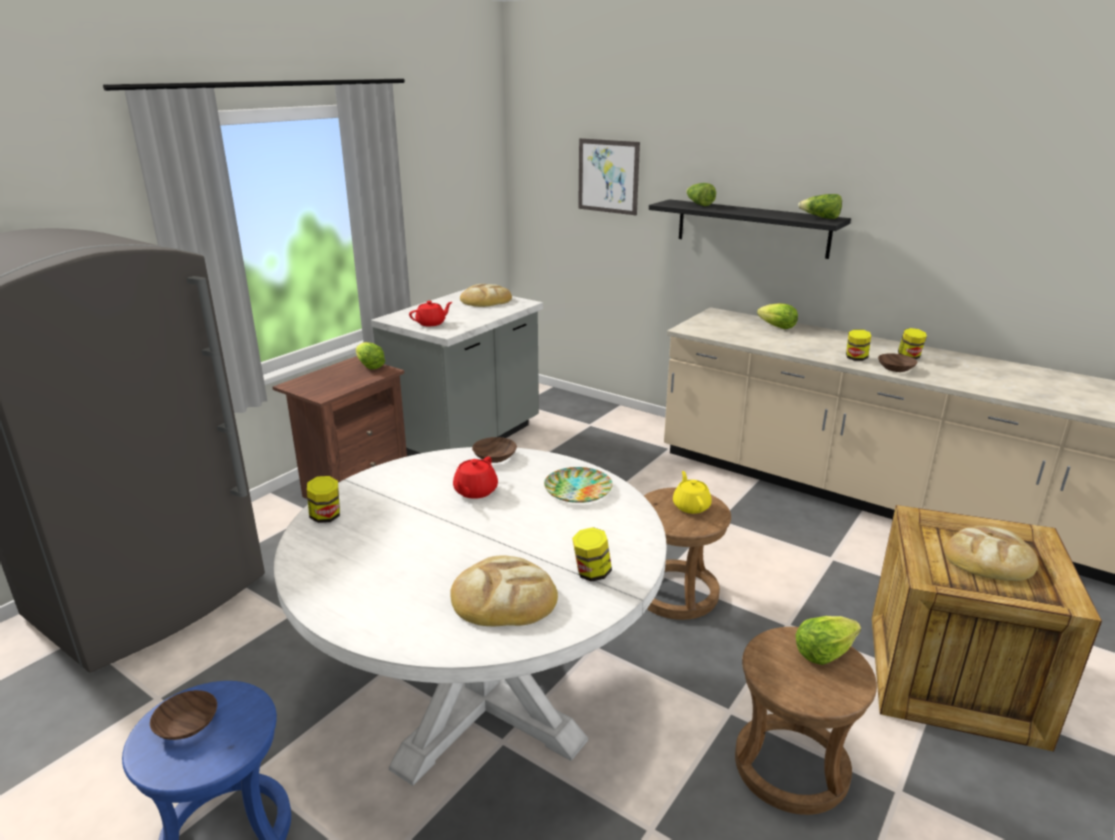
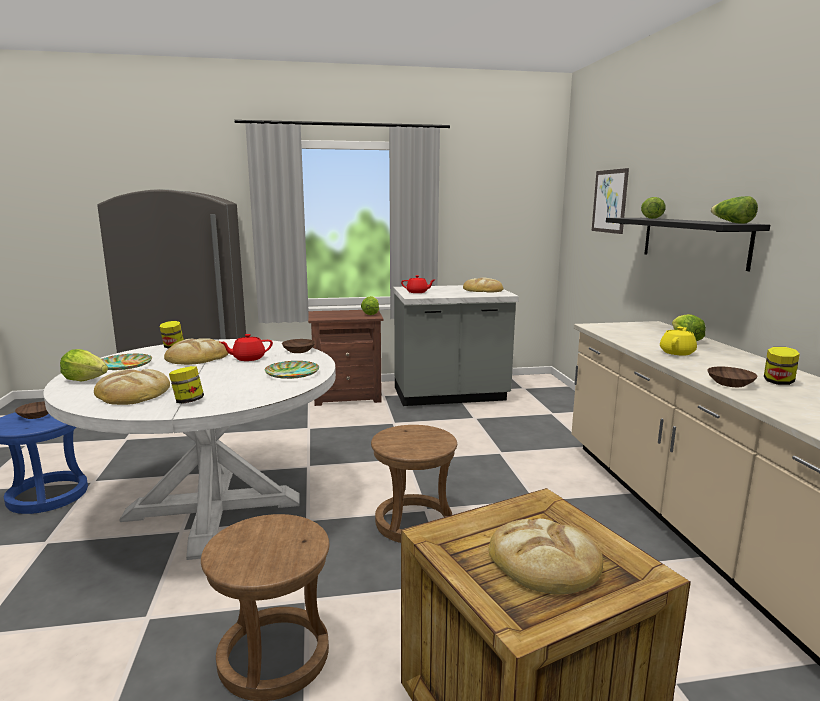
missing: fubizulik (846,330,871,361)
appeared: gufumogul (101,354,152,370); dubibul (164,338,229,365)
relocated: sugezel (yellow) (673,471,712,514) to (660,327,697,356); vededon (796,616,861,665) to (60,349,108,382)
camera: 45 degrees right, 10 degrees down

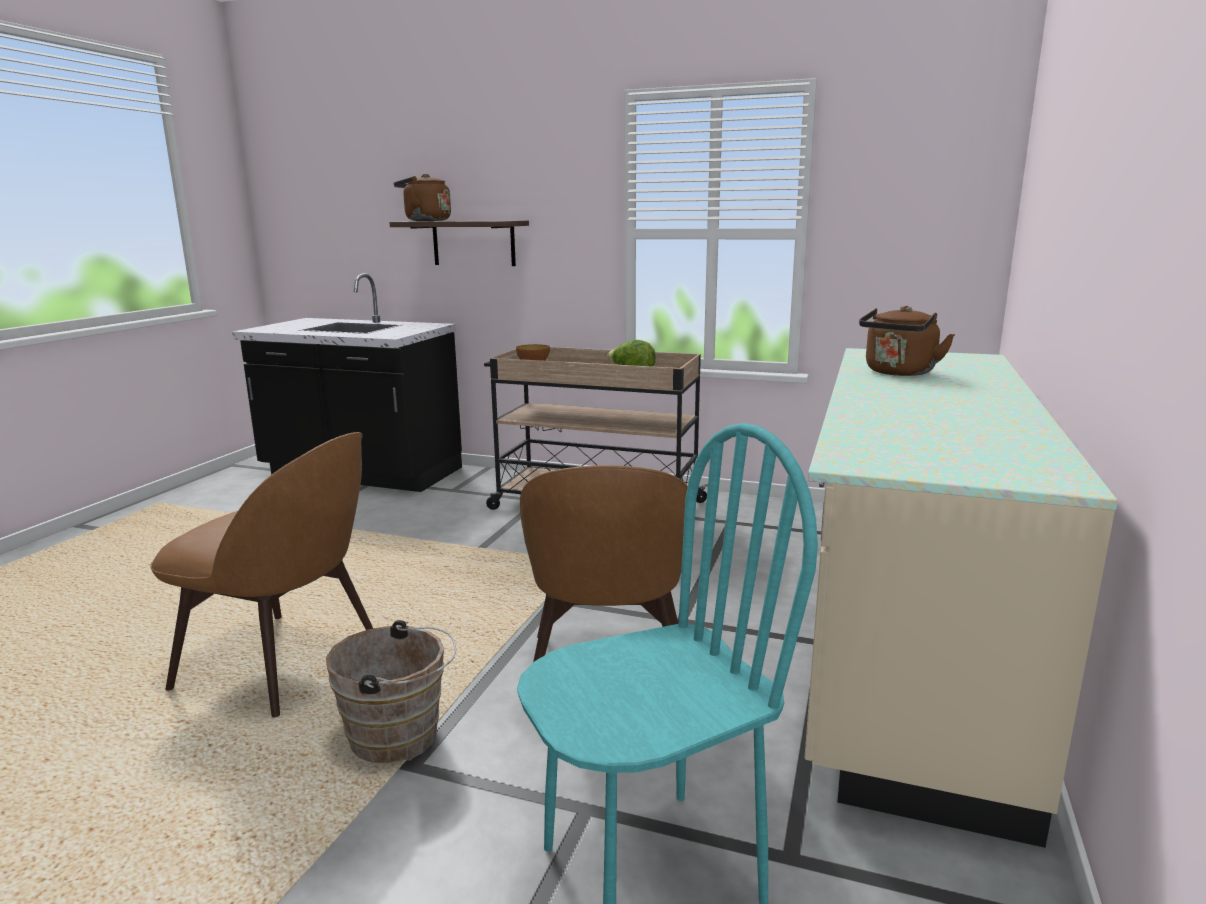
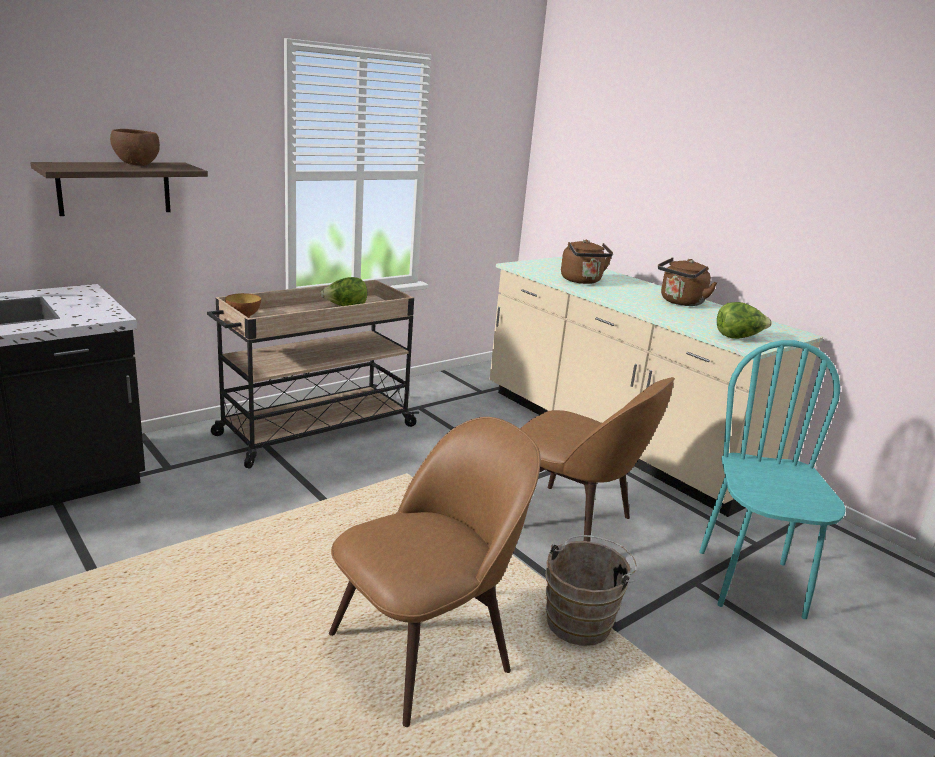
appeared: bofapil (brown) (110,129,160,166); vededon (717,302,772,339)
relocated: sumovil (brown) (394,174,451,221) to (658,258,717,306)
camera: 60 degrees left, 5 degrees up

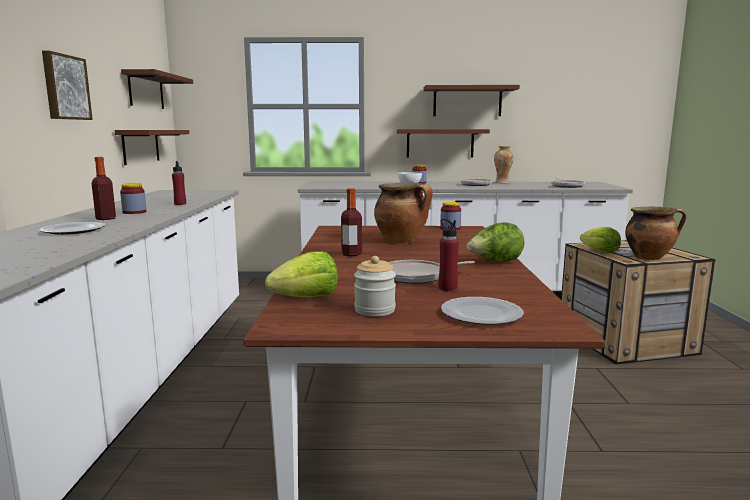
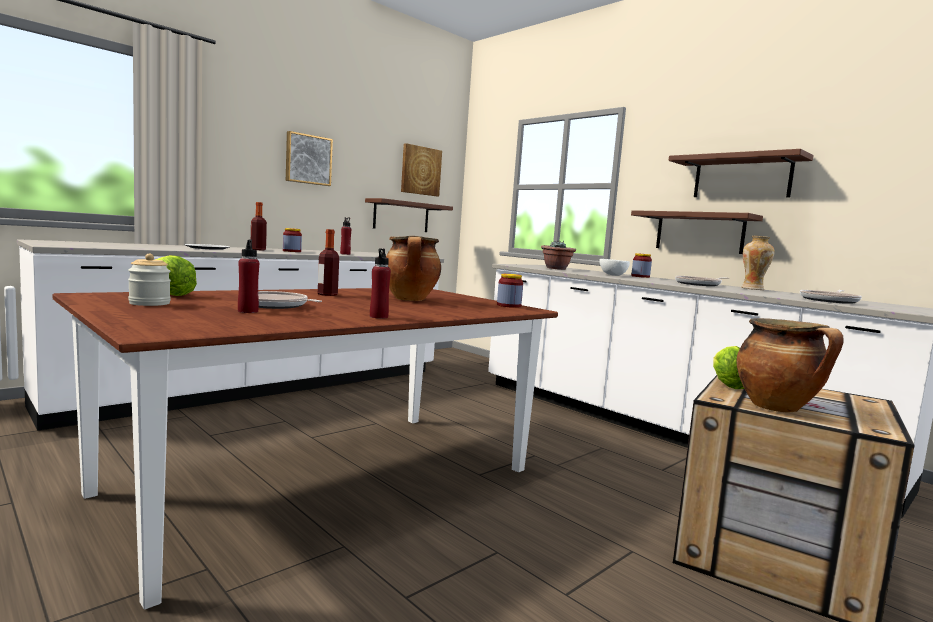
missing: gufumogul (441,297,524,325)
appeared: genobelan (541,240,576,270)
exchanged: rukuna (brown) (121,69,193,109) to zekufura (401,143,442,196); vededon (467,222,525,262) to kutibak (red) (370,248,391,319)
camera: 45 degrees right, 5 degrees down

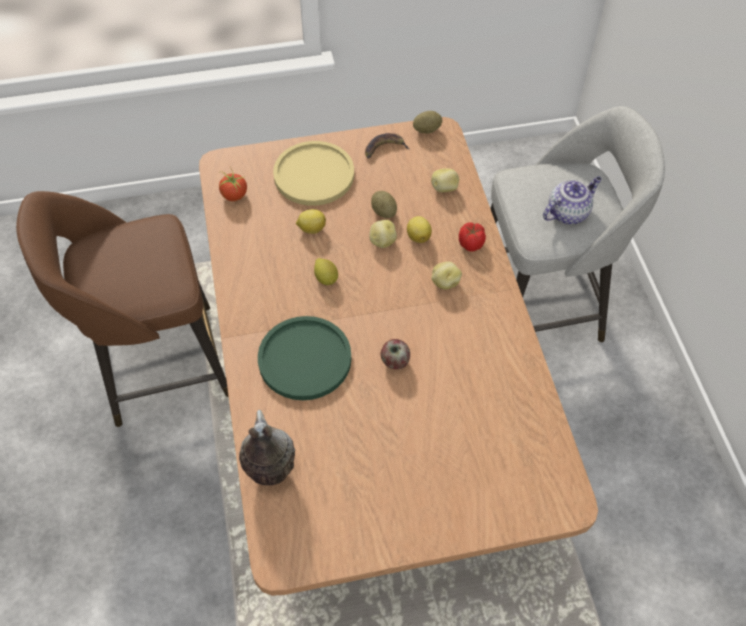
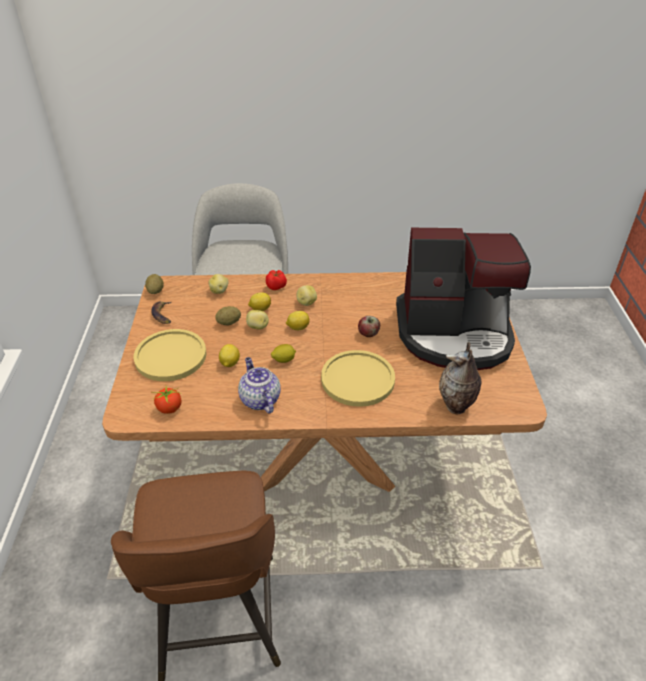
appeared: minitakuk (286,311,309,330); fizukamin (396,228,531,370)
relocated: sugezel (543,177,602,225) to (238,357,281,414)
colour: gufumogul (green) (258,316,351,400) to gufumogul (yellow) (321,350,395,407)
camera: 80 degrees left, 15 degrees down

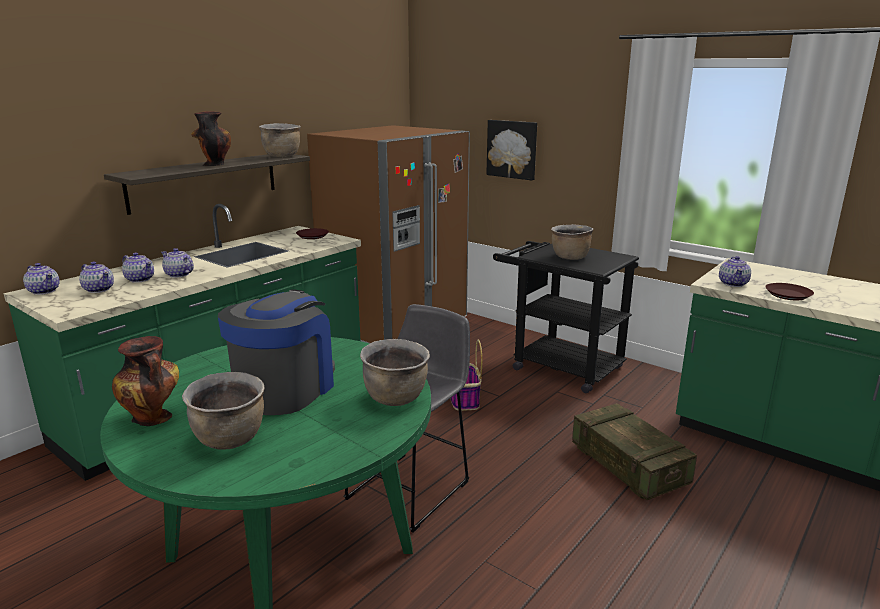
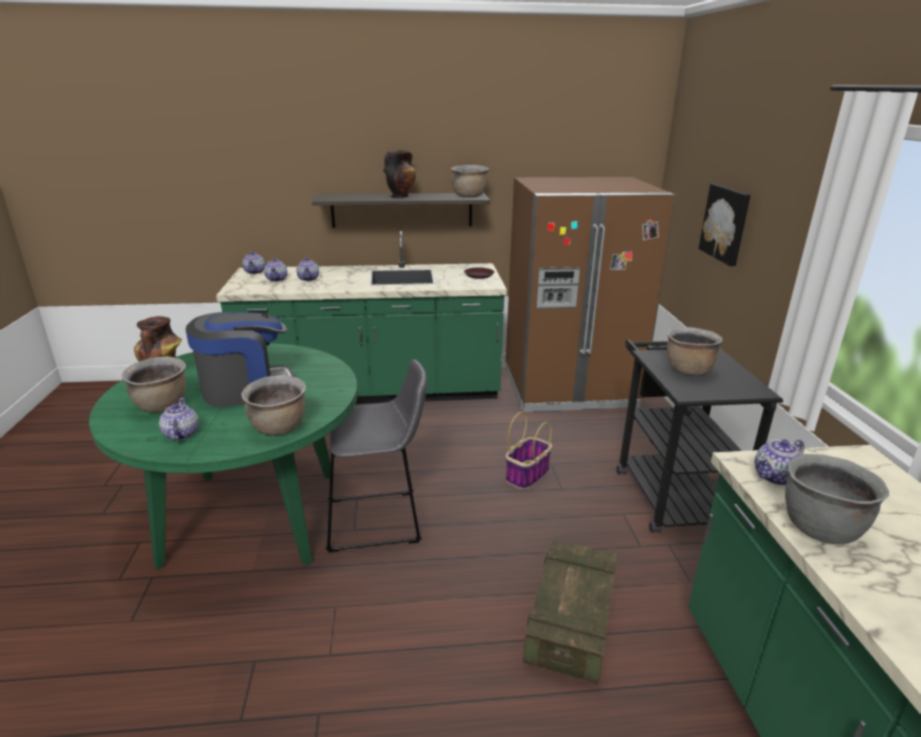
relocated: sugezel (161,248,194,278) to (159,398,199,441)
exchanged: gufumogul (brown) (765,283,814,300) to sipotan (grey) (785,454,889,544)
camera: 45 degrees right, 5 degrees up

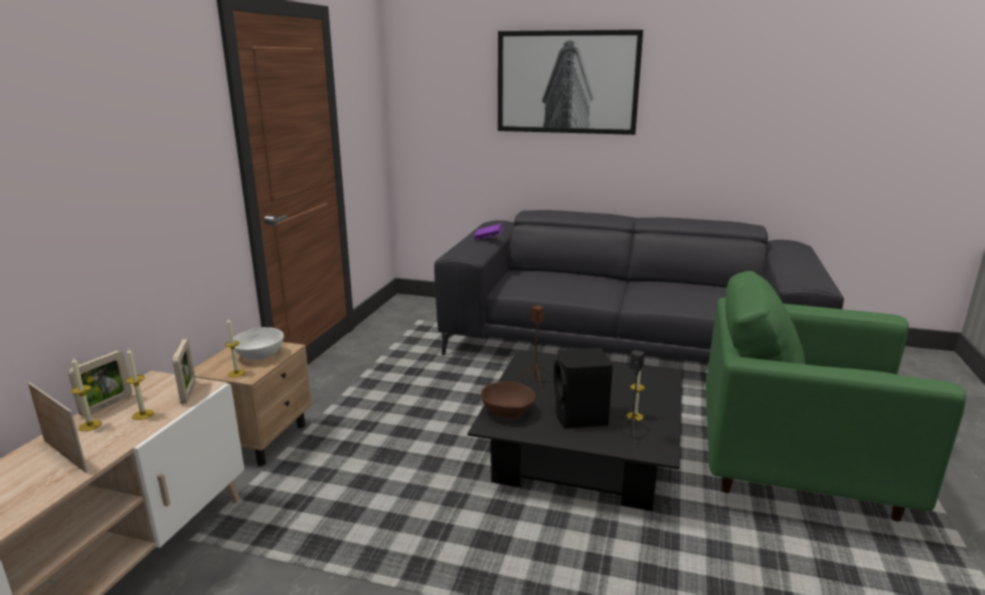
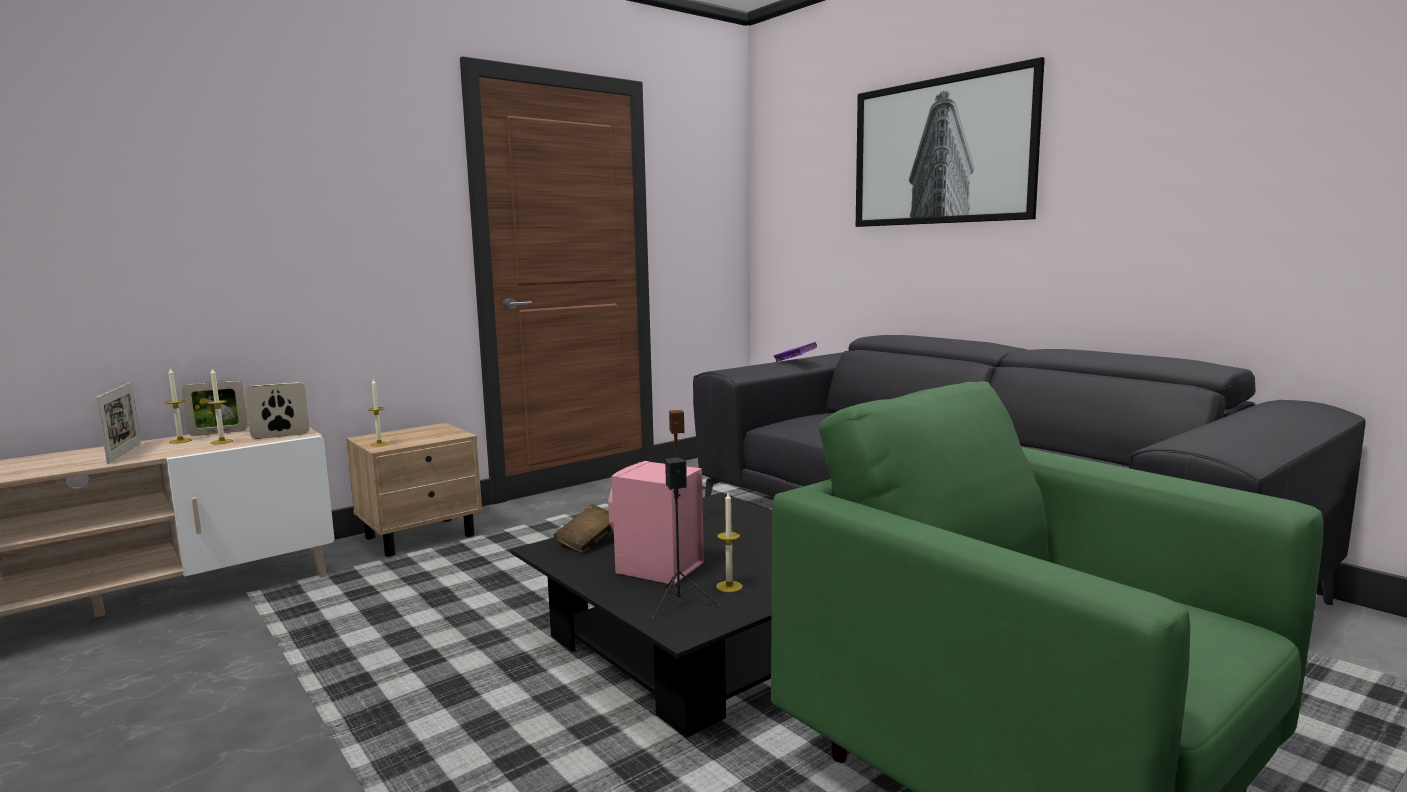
missing: bofapil (white) (233,327,284,360)
exchanged: bofapil (brown) (481,382,535,418) to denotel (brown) (554,504,612,553)
colour: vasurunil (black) (554,348,613,429) to vasurunil (pink) (608,461,704,585)
spun: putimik (172,339,196,404) = (245,382,310,439) 135 degrees counterclockwise
camera: 35 degrees right, 10 degrees down

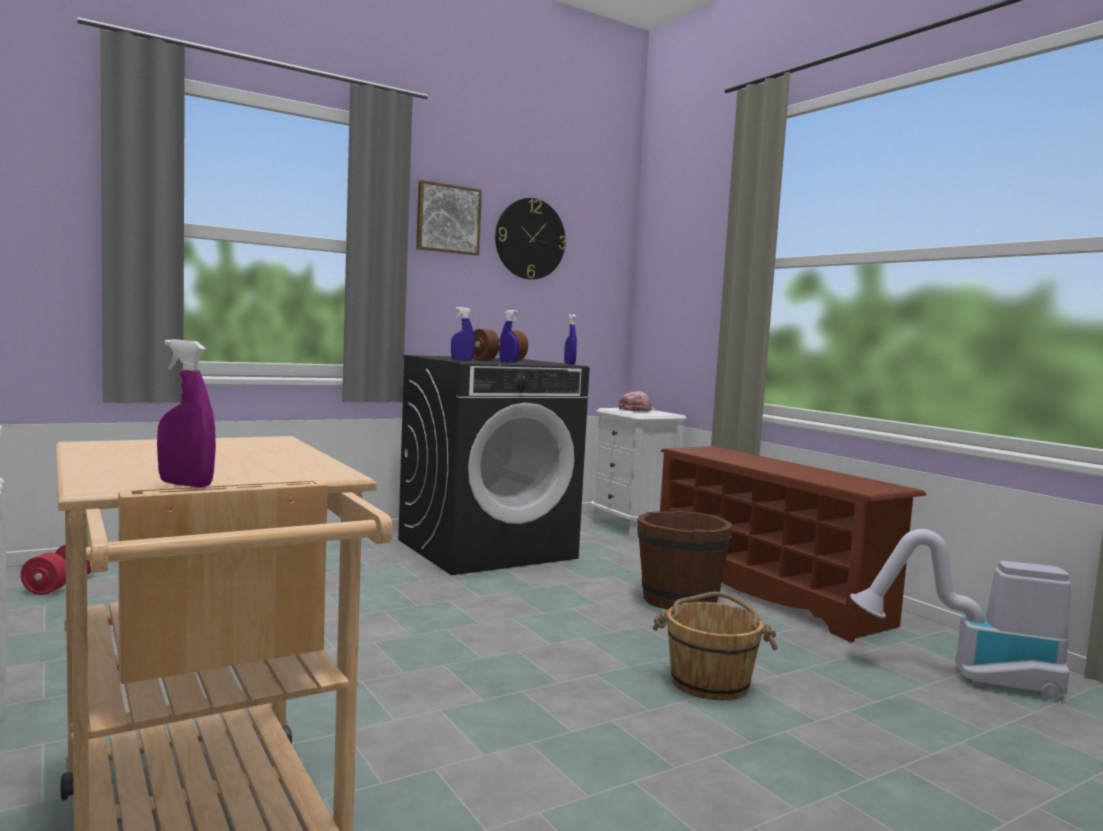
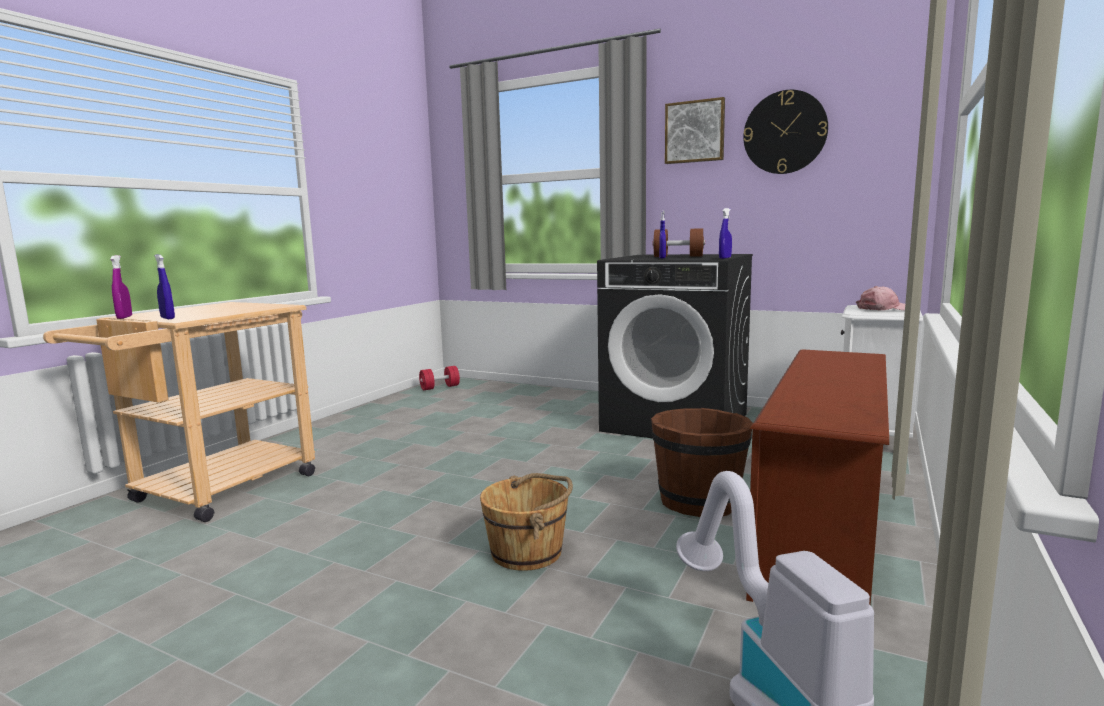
relocated: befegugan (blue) (451,307,474,361) to (155,255,175,319)
camera: 60 degrees right, 5 degrees up

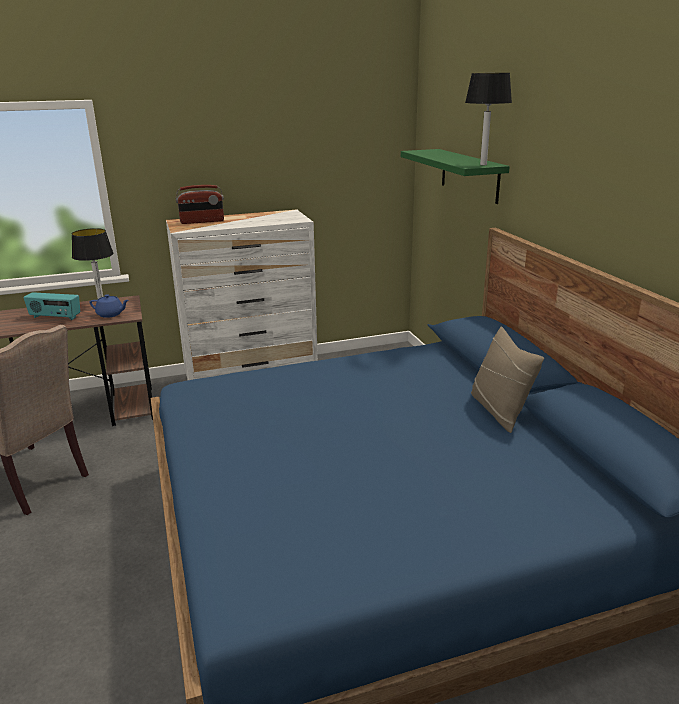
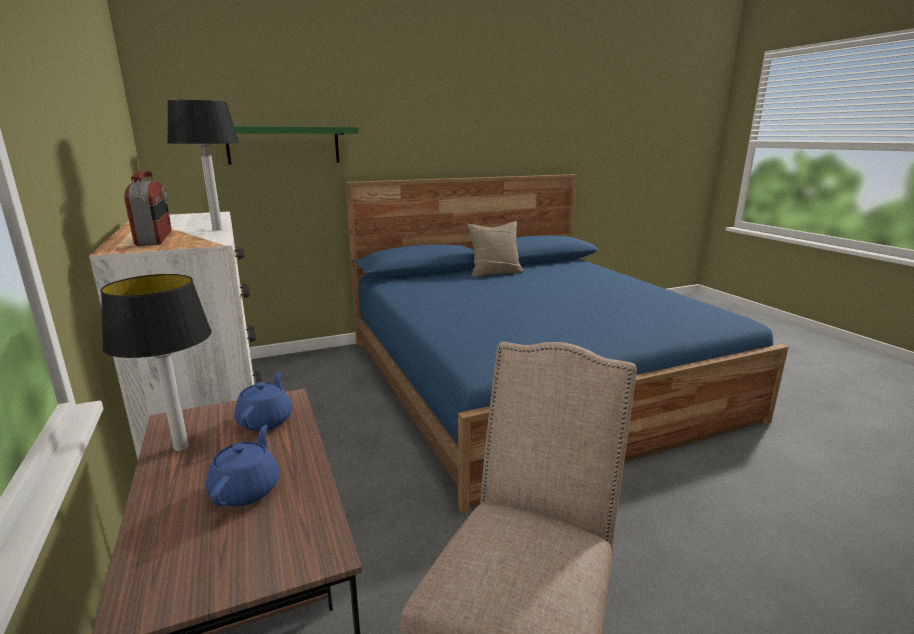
relocated: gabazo (465,73,512,165) to (167,100,239,230)
exchanged: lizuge (23,292,80,320) to sugezel (blue) (206,425,279,507)
camera: 95 degrees left, 5 degrees down

